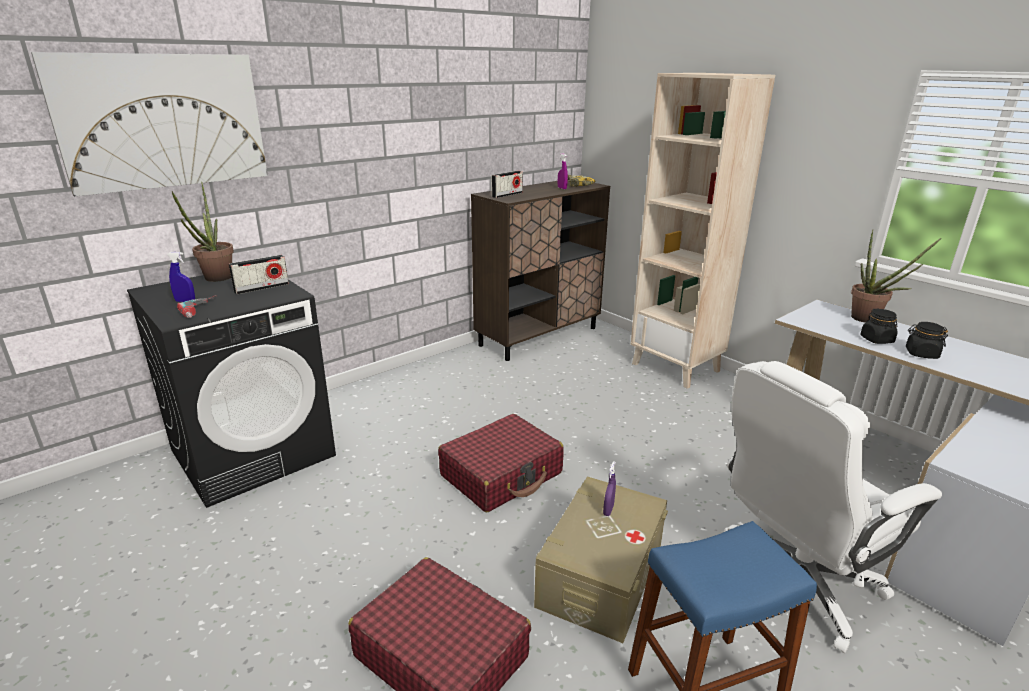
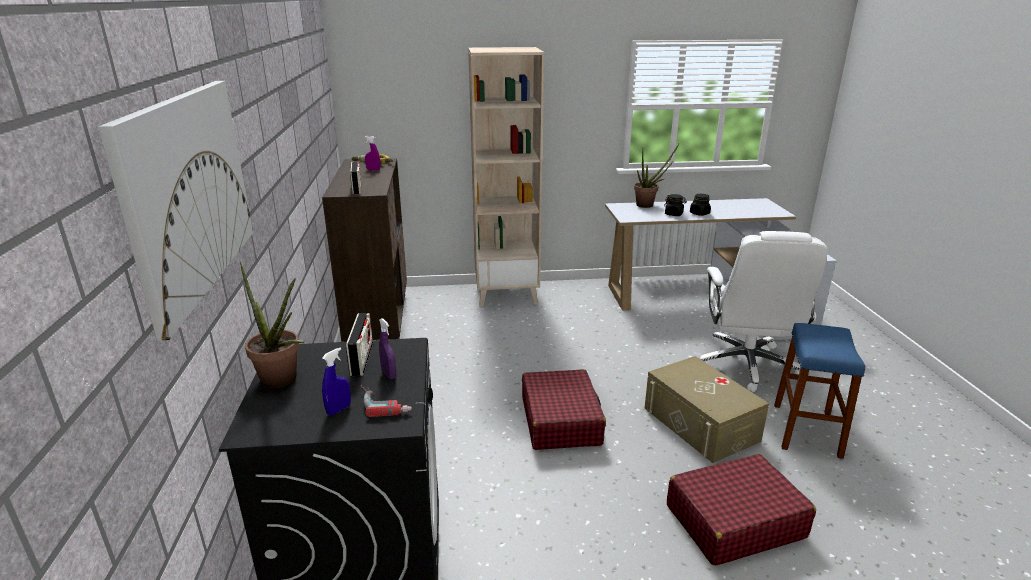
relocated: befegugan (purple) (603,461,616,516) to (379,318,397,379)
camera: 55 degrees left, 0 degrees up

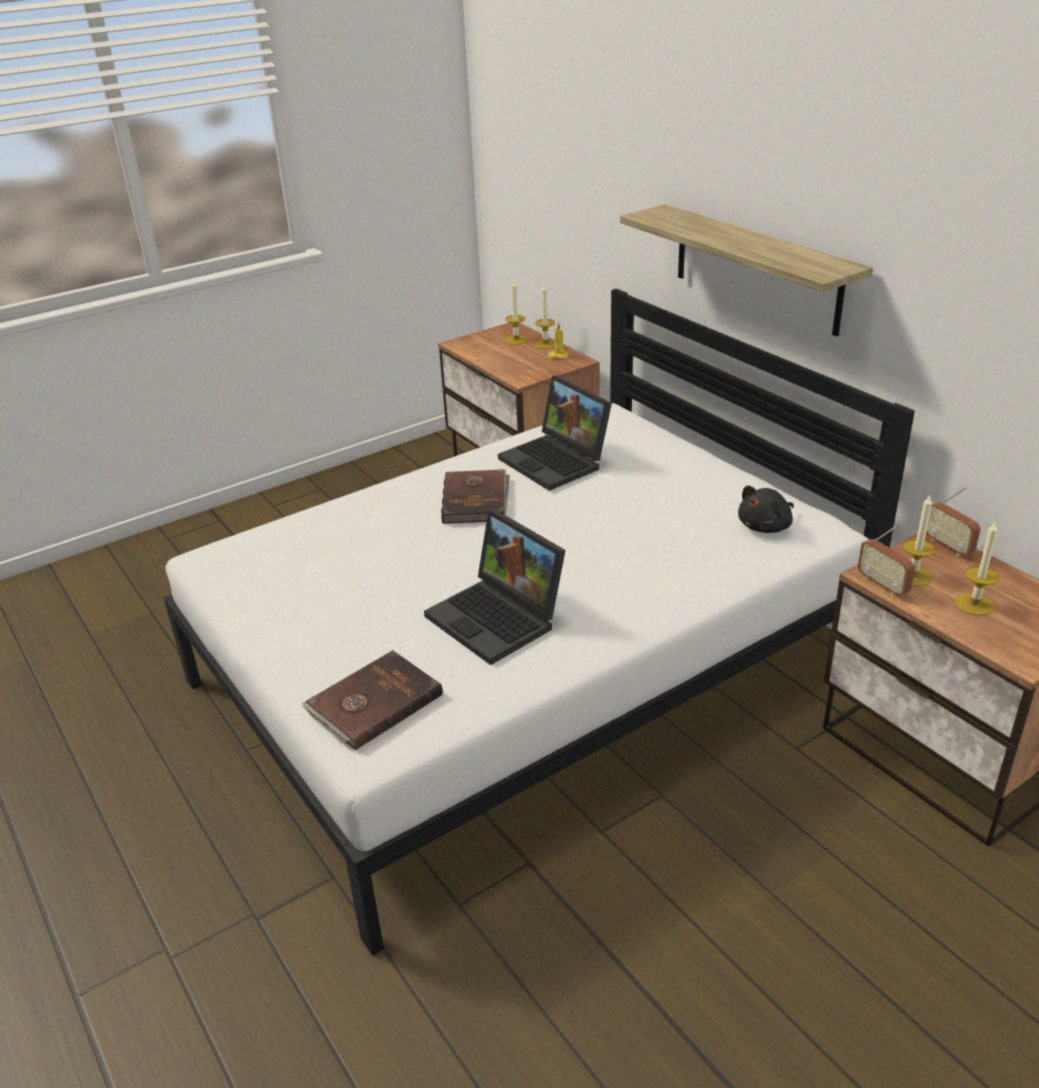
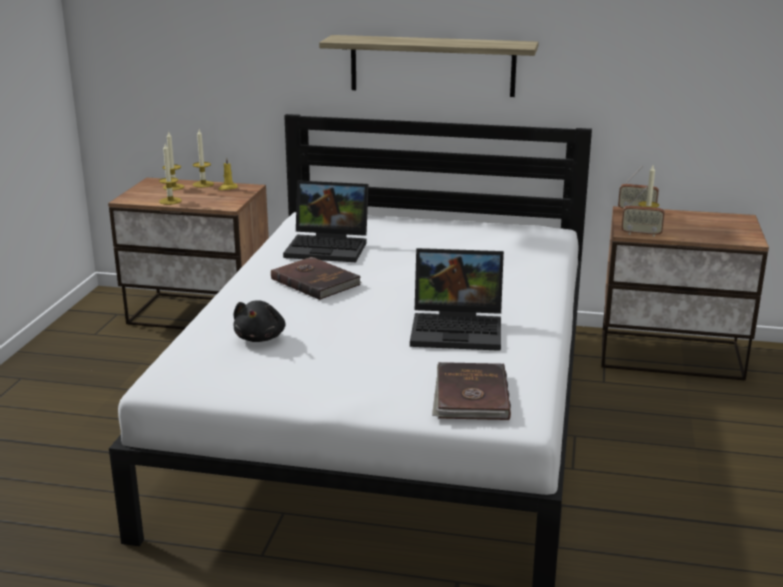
relocated: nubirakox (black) (738,485,794,533) to (233,300,286,342); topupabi (955,520,999,616) to (159,144,182,205)
camera: 45 degrees left, 10 degrees down

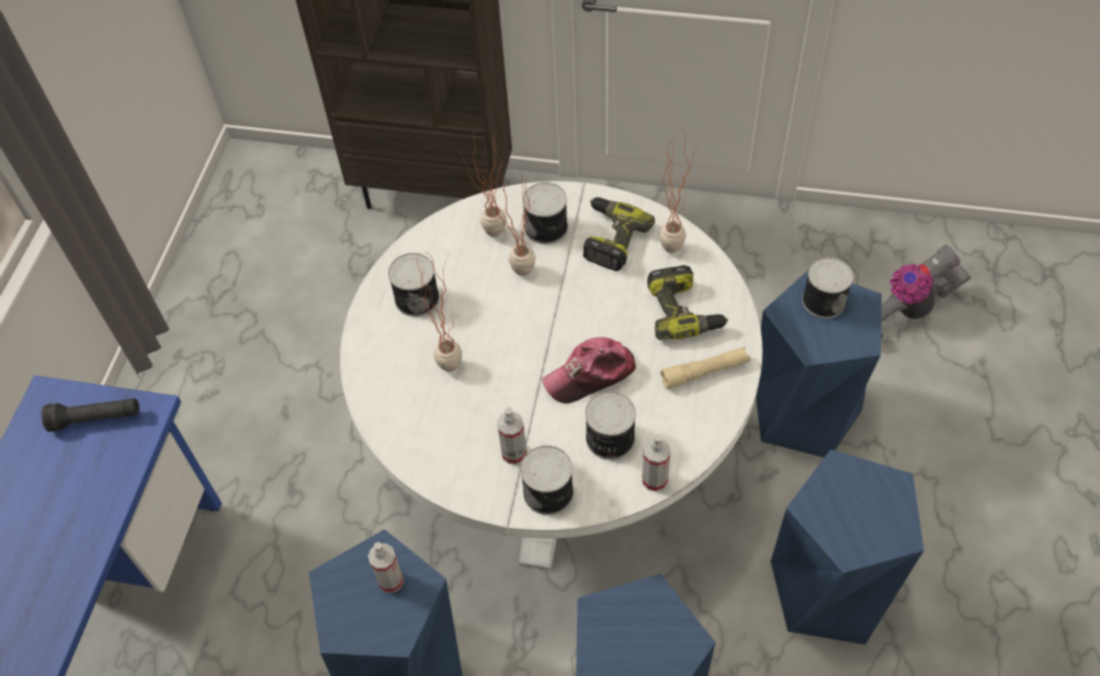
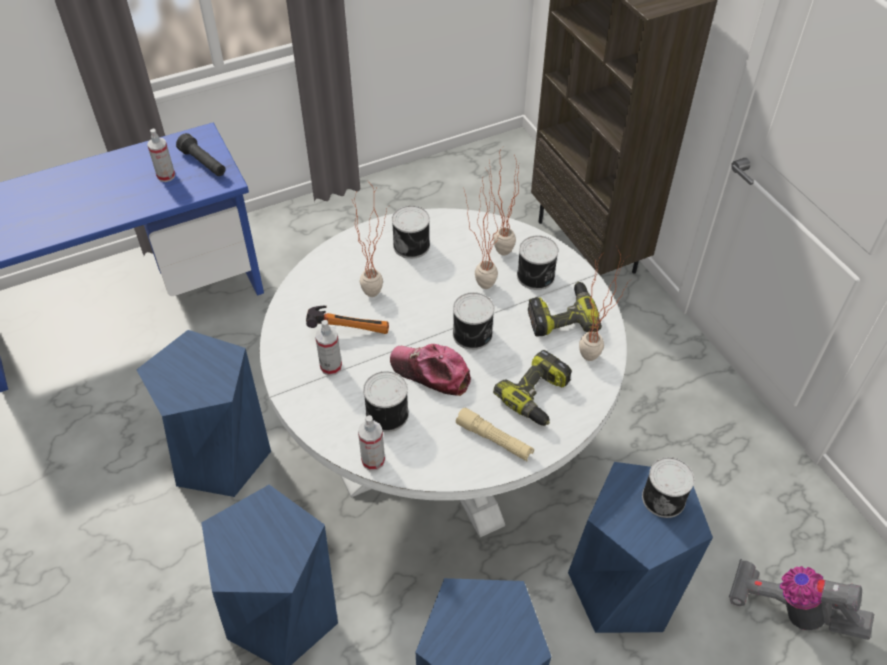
appeared: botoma (306,306,389,334)
relocated: befegugan (368,542,404,593) to (147,129,175,182); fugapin (520,445,574,515) to (453,292,494,350)
camera: 50 degrees right, 5 degrees down

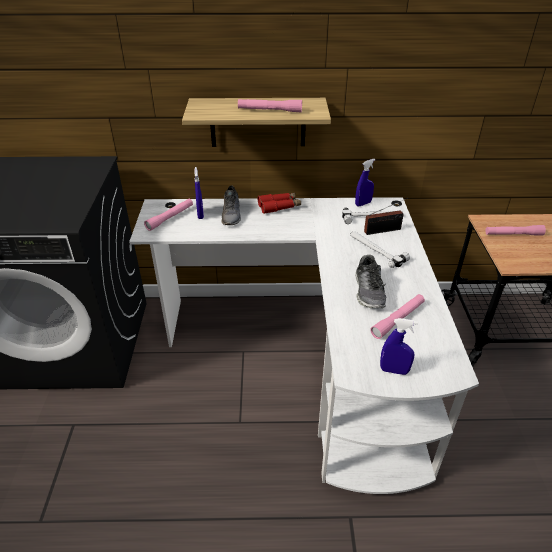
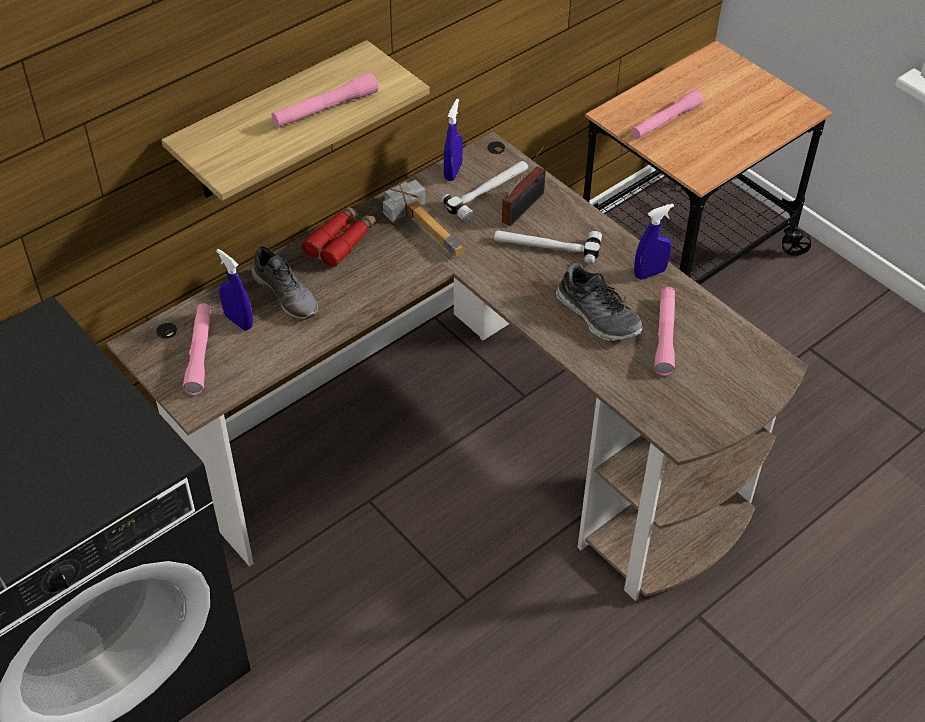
appeared: botoma (383,180,463,257)
relocated: befegugan (blue) (380,318,418,375) to (634,204,674,280)
colour: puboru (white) (129,197,479,494) to puboru (brown) (107,132,808,601)
camera: 40 degrees left, 10 degrees up

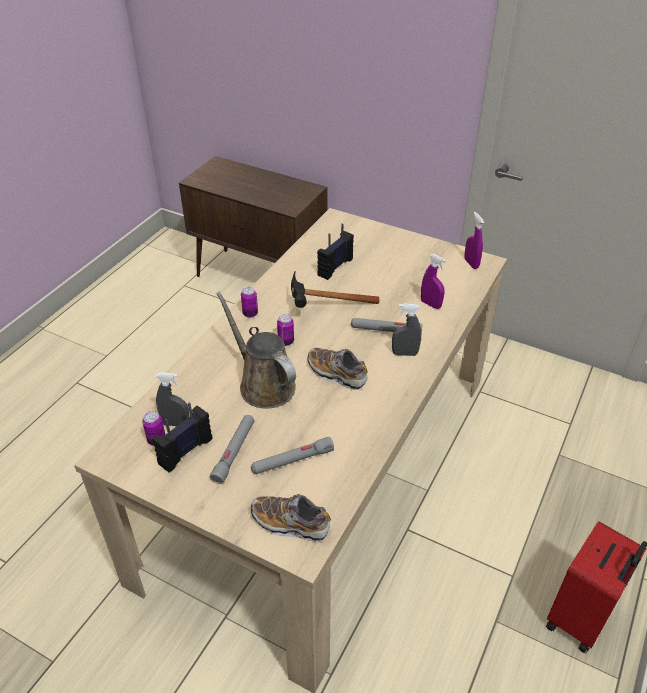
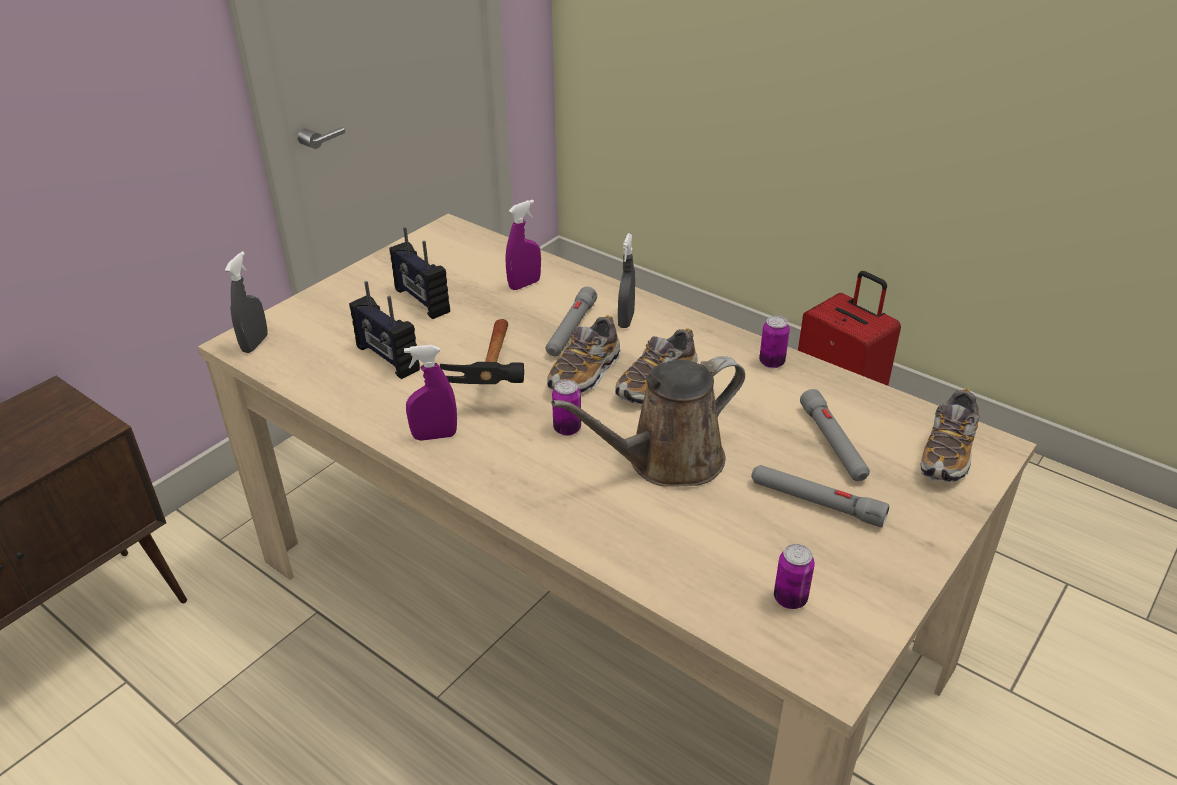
appeared: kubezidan (547,315,620,393)
relocated: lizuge (152,402,212,473) to (389,227,450,319); befegugan (grey) (156,373,190,426) to (225,252,268,353); fugapin (241,287,258,318) to (759,316,790,368); befegugan (purple) (464,212,484,269) to (404,345,457,441)
camera: 80 degrees left, 5 degrees down

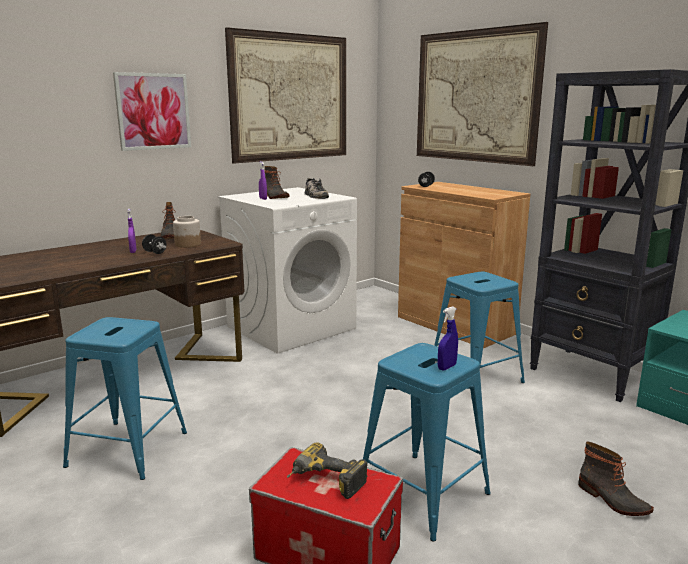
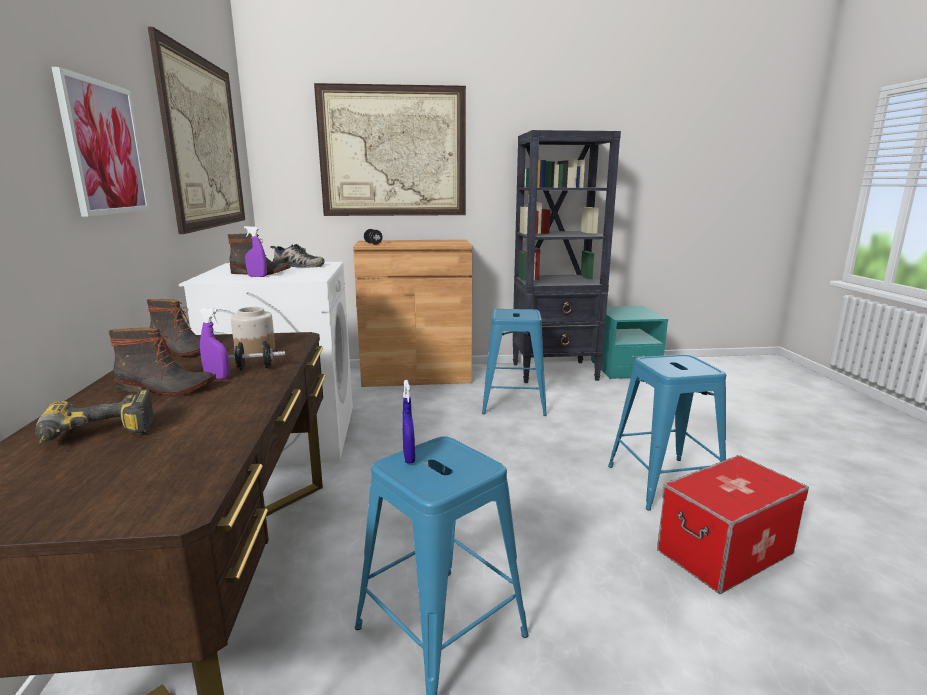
relocated: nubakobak (287,442,368,499) to (35,389,154,444); befegugan (blue) (438,306,458,371) to (402,380,415,464); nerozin (578,442,654,516) to (109,328,216,396)
camera: 55 degrees left, 0 degrees up

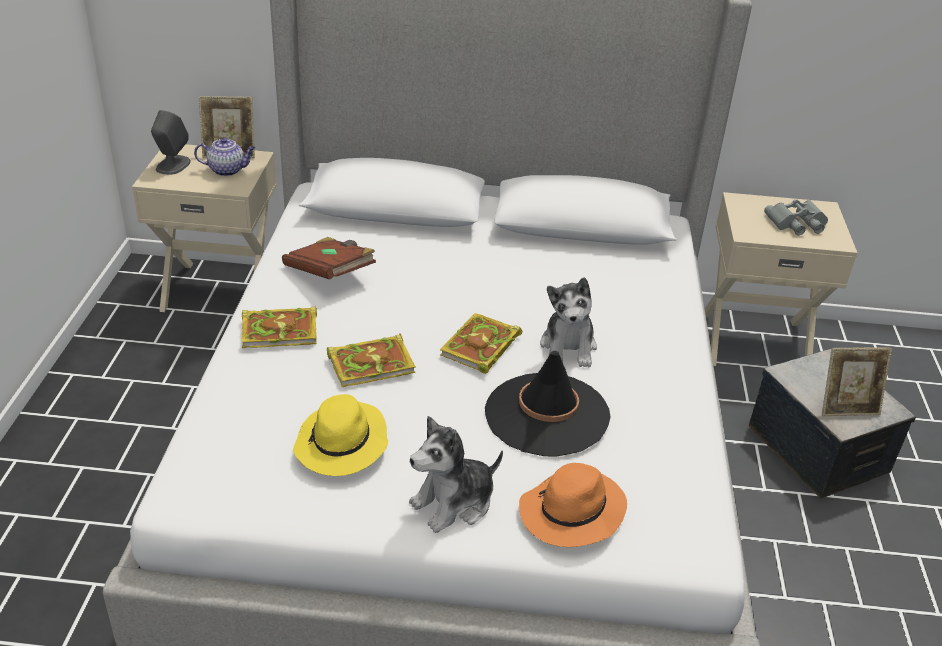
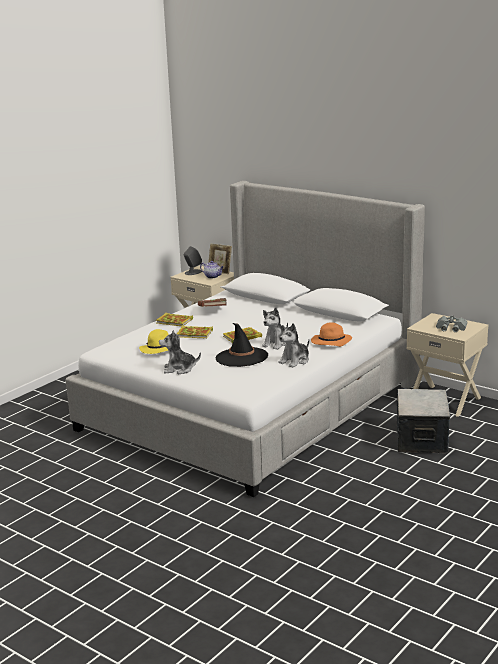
missing: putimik (822,348,892,416)
appeared: nubirakox (279,323,309,368)
relocated: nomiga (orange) (519,463,627,547) to (311,322,352,347)
camera: 35 degrees right, 15 degrees down

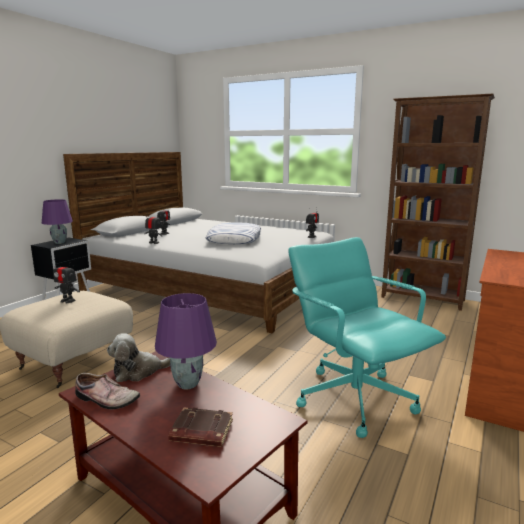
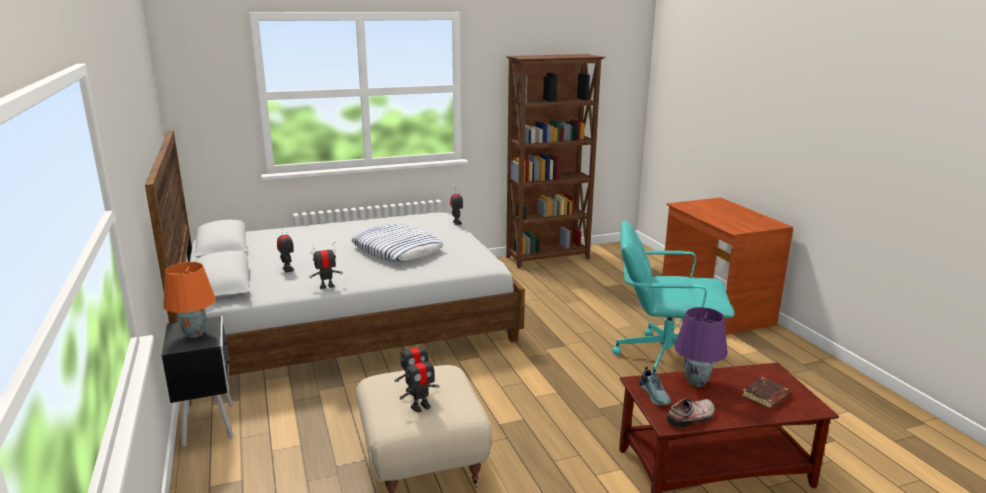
appeared: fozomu (400,352,440,412)
exchanged: nubirakox (107,333,170,382) to kubezidan (639,366,671,406)
colour: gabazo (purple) (42,199,73,244) to gabazo (orange) (163,262,216,338)
camera: 50 degrees left, 5 degrees up

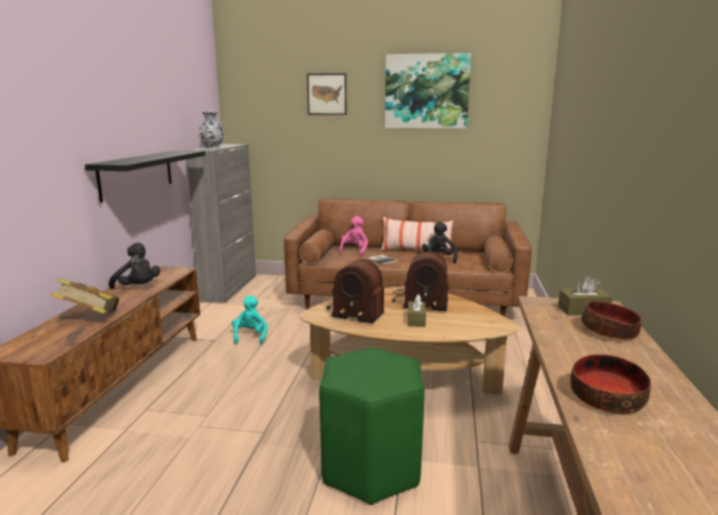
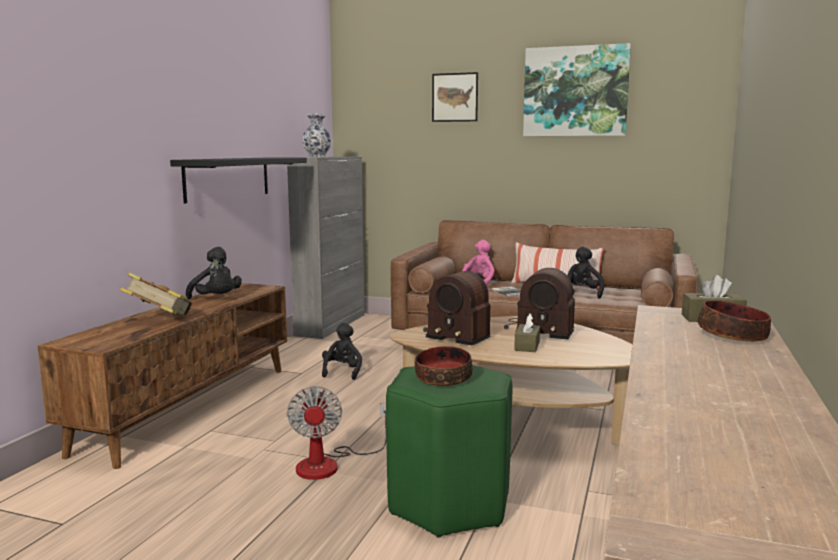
appeared: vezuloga (287,386,386,480)
relocated: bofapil (570,354,651,414) to (415,346,473,386)
colour: nubirakox (turquoise) (232,295,267,344) to nubirakox (black) (322,323,362,380)
camera: 10 degrees right, 5 degrees down

